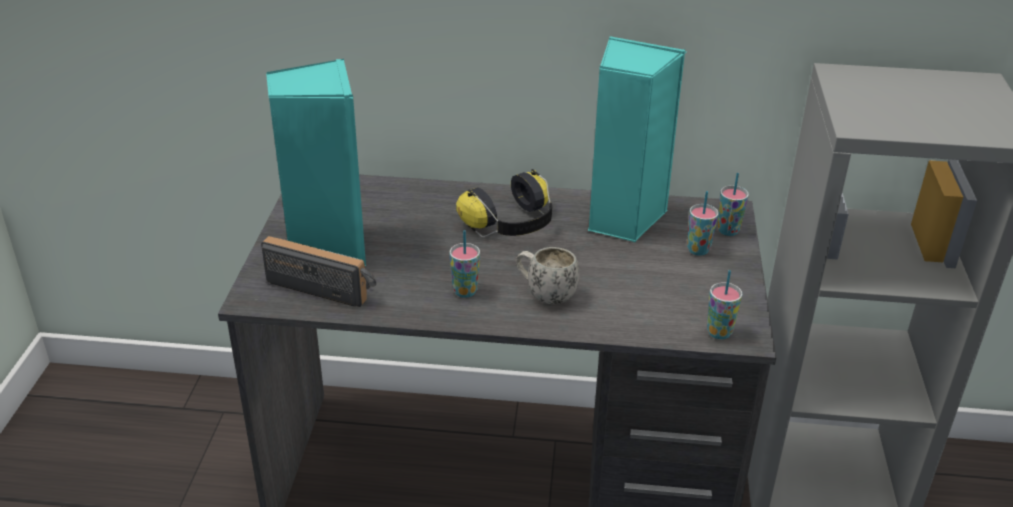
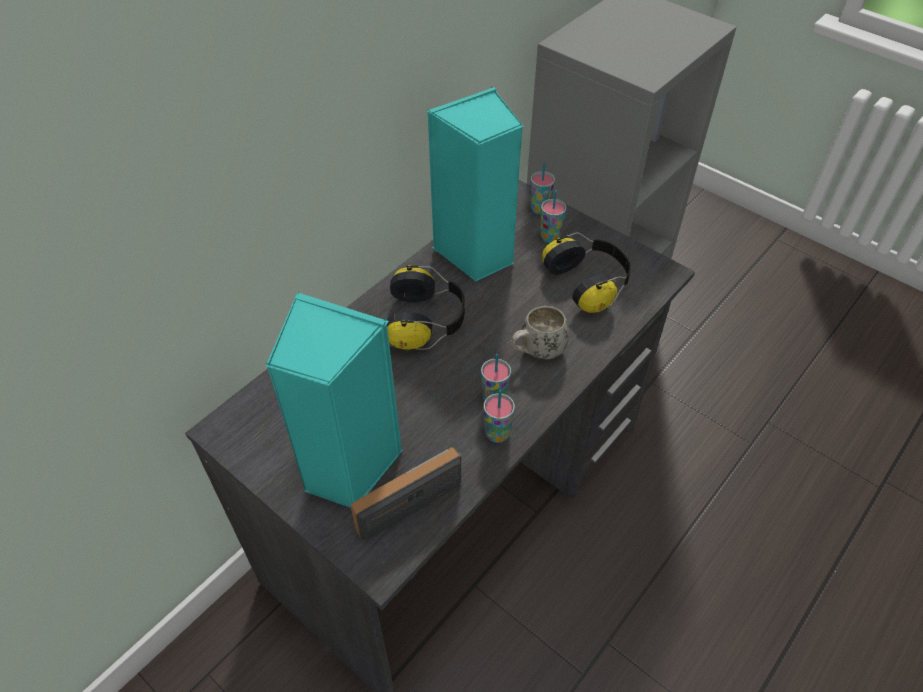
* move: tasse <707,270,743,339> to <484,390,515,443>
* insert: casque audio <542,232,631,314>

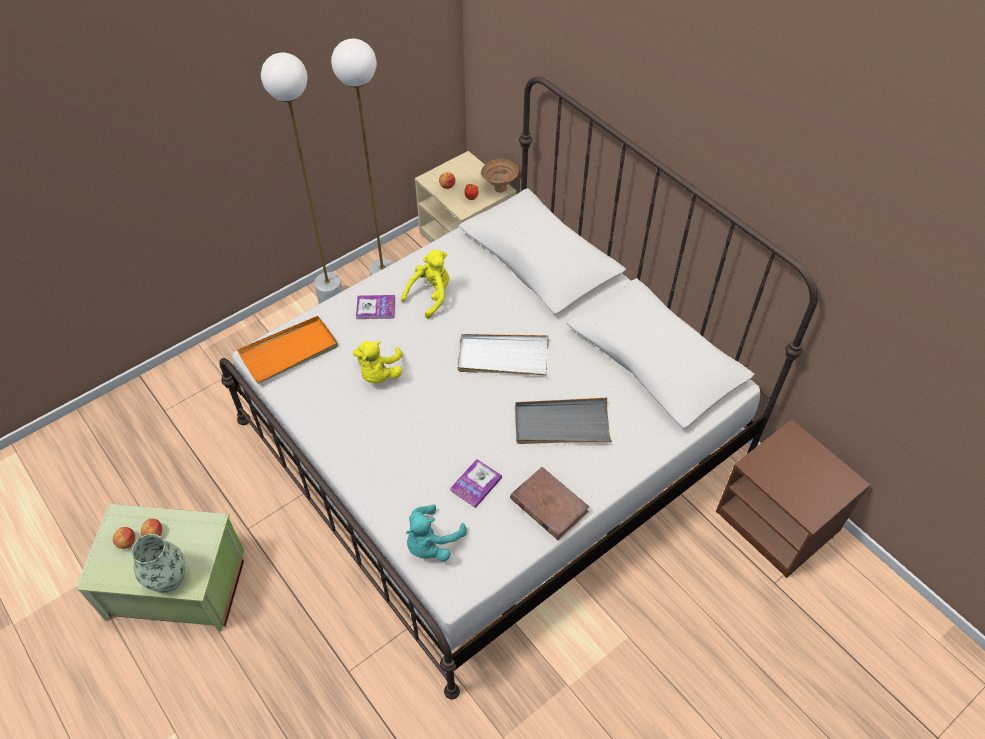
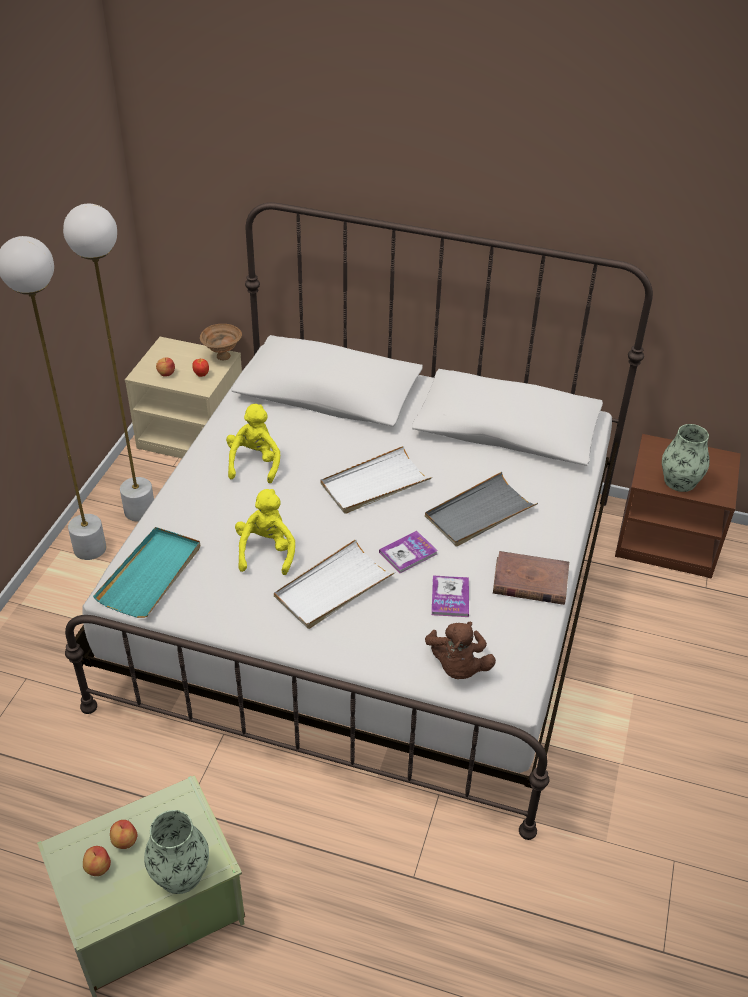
* recolor: plateau [orange] <237,316,338,384> to plateau [turquoise] <93,527,200,618>
* rotate: peluche [jaune] <353,341,403,383> = <235,489,295,575> 150 degrees counterclockwise
* move: livre <356,295,395,319> to <379,531,438,573>
* recolor: peluche [turquoise] <406,504,467,562> to peluche [marron] <425,622,496,679>
* insert: plateau [blanc] <274,539,395,629>
* insert: vase <662,424,709,492>

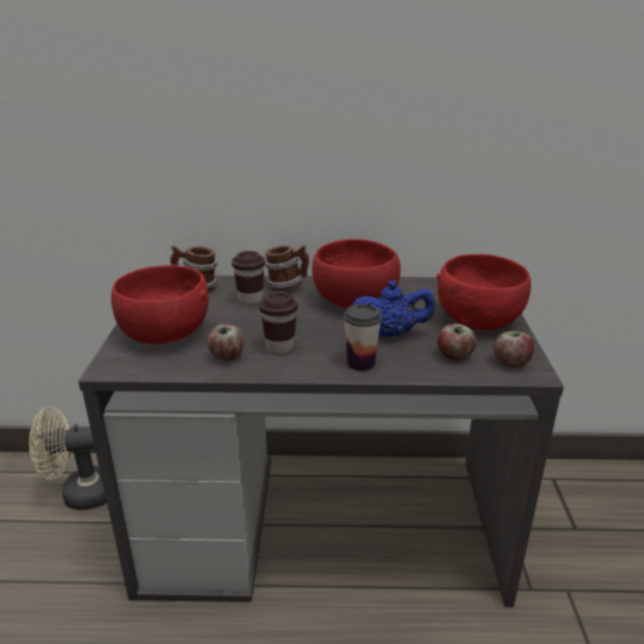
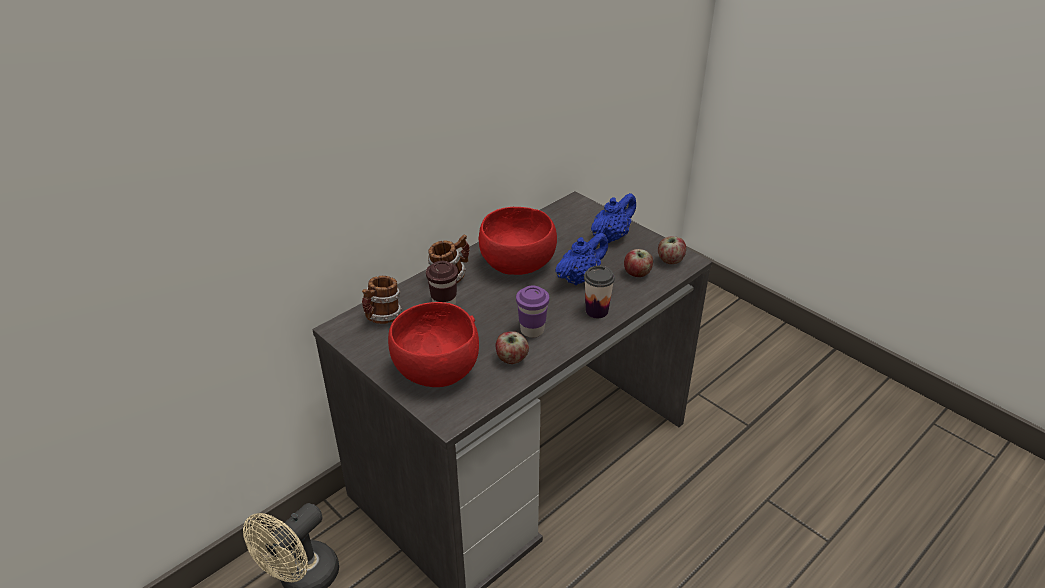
* recolor: tasse [marron] <259,292,298,354> to tasse [violet] <516,286,549,338>
* replace: bol [rouge] <436,254,531,330> to théière [bleu] <591,193,636,243>

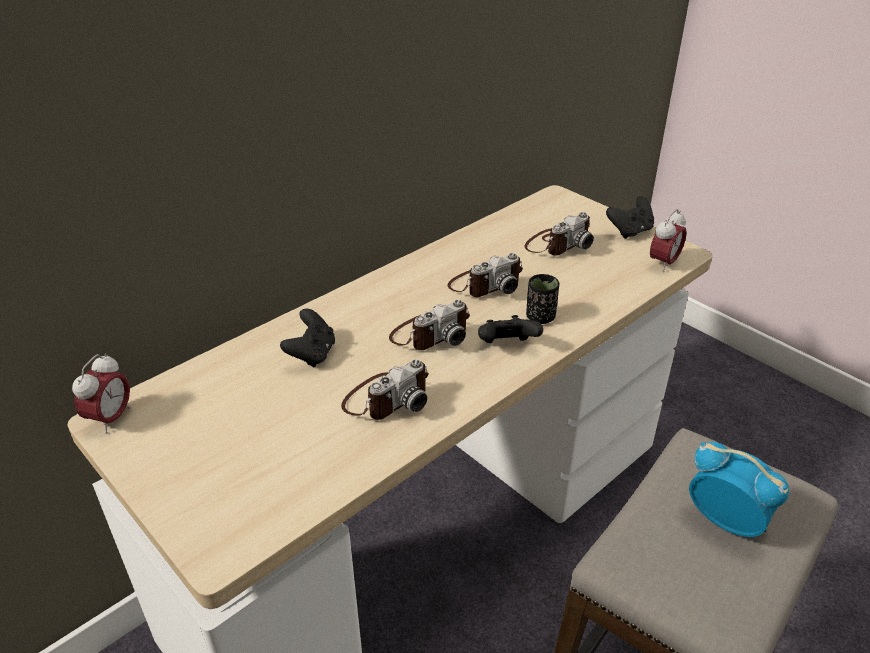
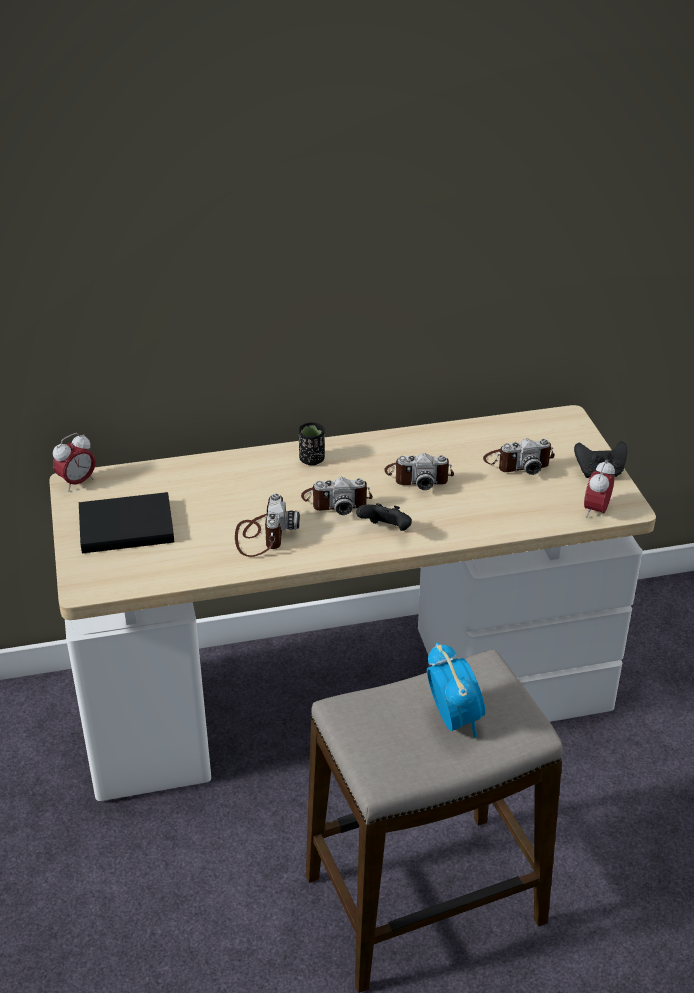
* delete: manette [noir] <280,309,335,367>
* rotate: appareil photo <341,359,429,420> = <235,494,300,557> 75 degrees counterclockwise
* move: tasse [noir] <526,274,559,324> to <299,422,325,465>
* rotate: réveil <650,209,687,272> = <584,460,615,518> 135 degrees clockwise
* insert: livre [noir] <79,492,175,553>

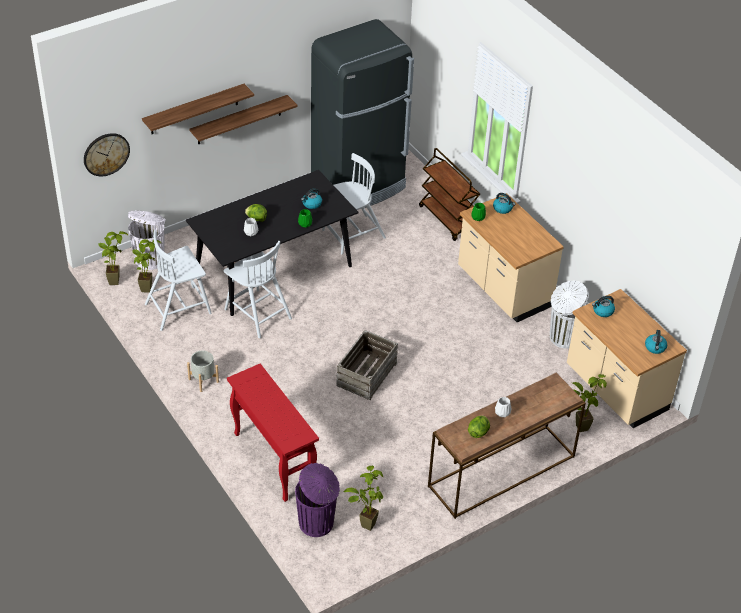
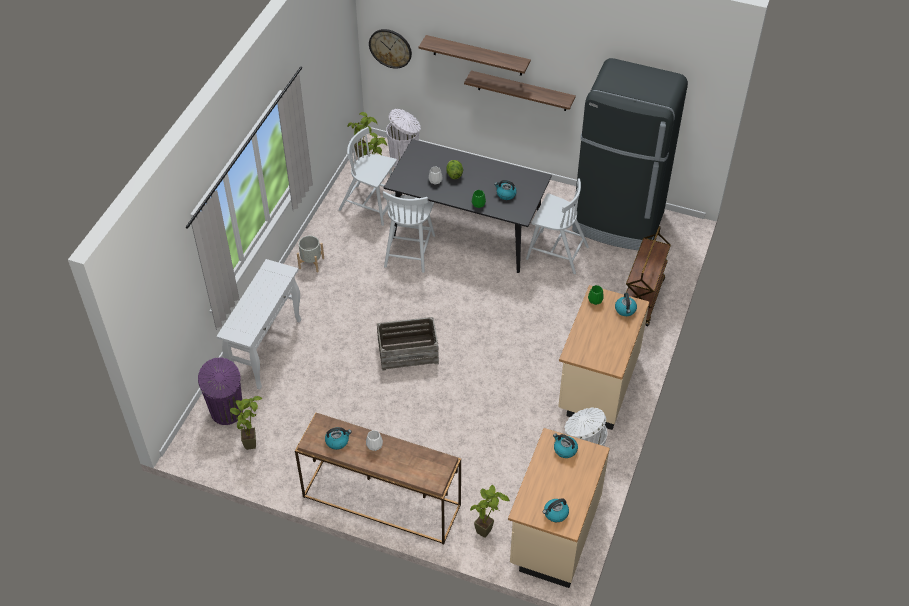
* recolor: table console [rouge] <227,363,319,502> to table console [blanc] <216,259,301,390>
* replace: laitue <468,415,490,438> to bouilloire <325,427,352,450>

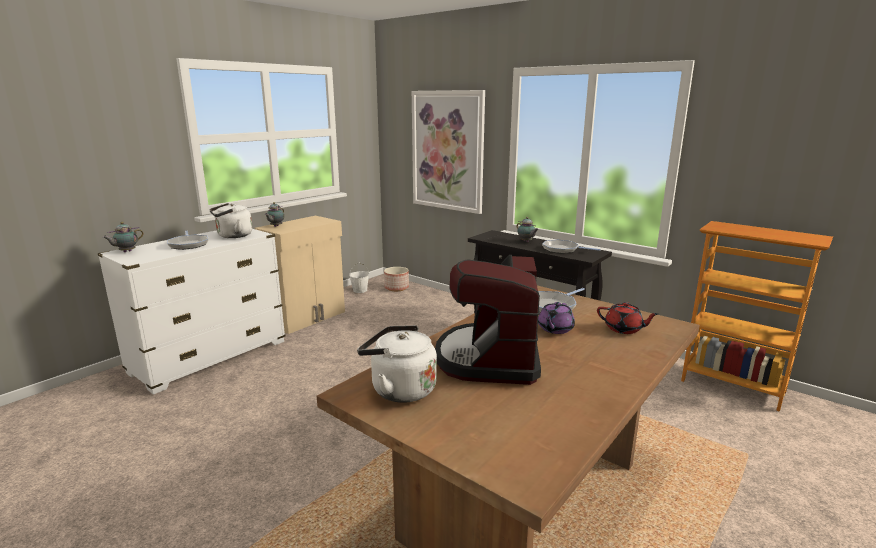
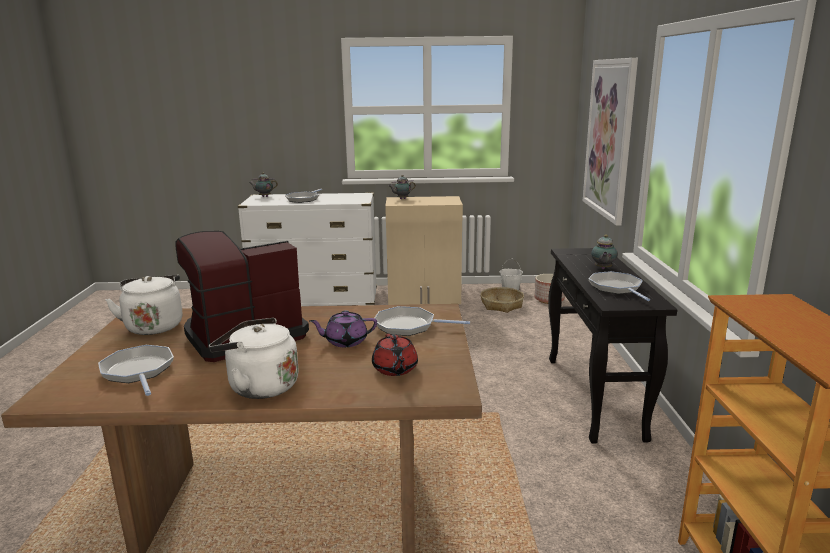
* move: bouilloire [blanc] <209,203,252,238> to <209,318,299,399>
* insert: poêle <98,345,174,396>
* insert: panier <480,287,524,313>

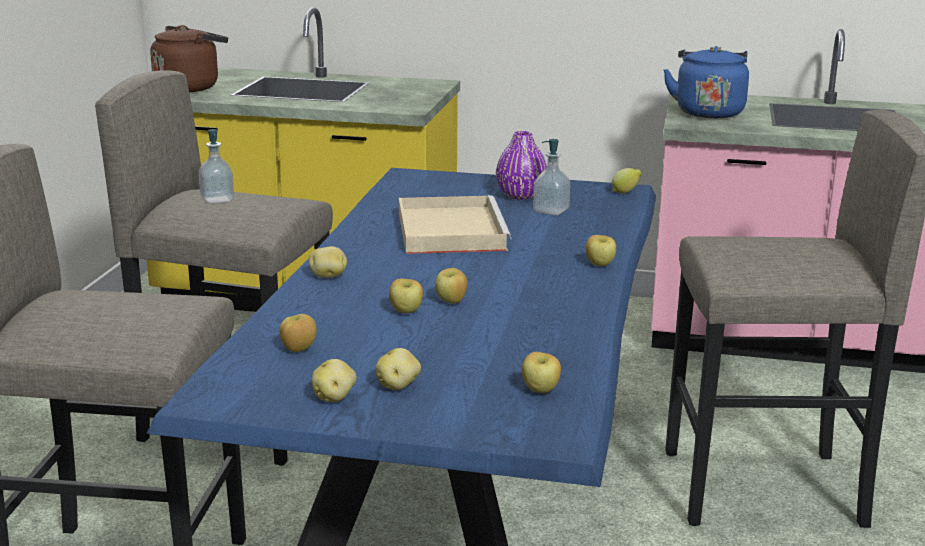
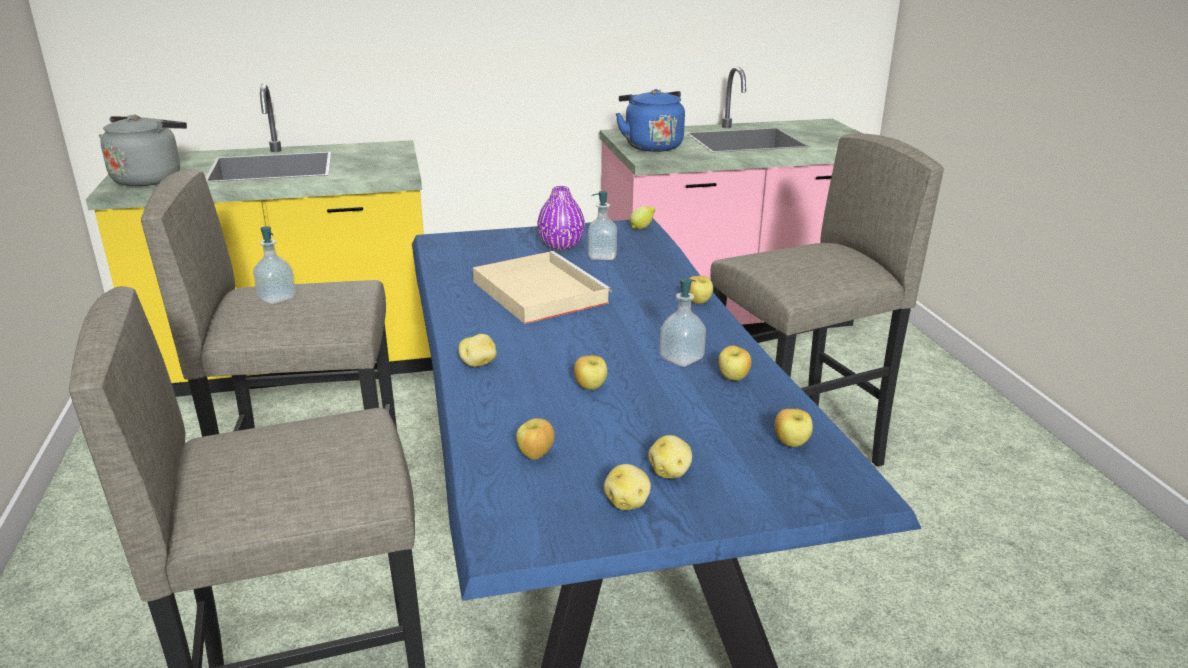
* recolor: bouilloire [marron] <150,25,228,92> to bouilloire [gris] <99,115,187,186>
* move: pomme <435,268,467,304> to <718,345,752,381>
* insert: distributeur de savon <660,278,706,367>

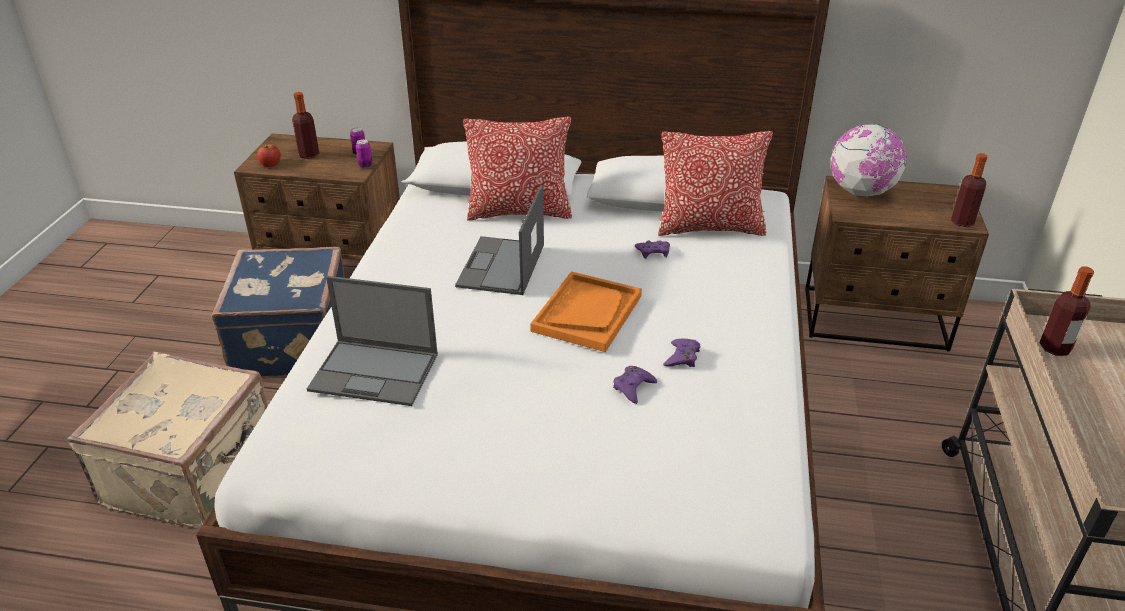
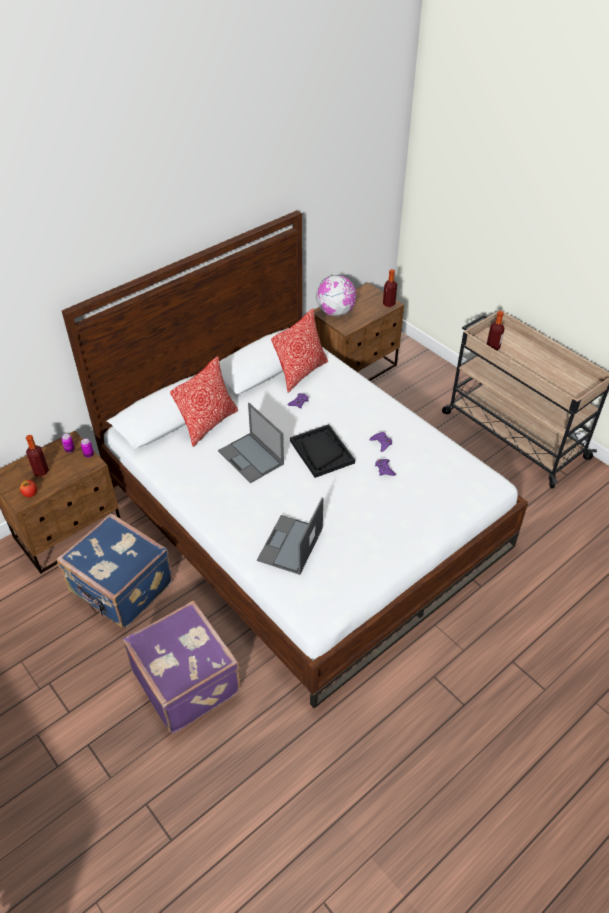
* recolor: valise [beige] <67,352,267,529> to valise [violet] <123,600,241,733>
* rotate: ordinateur portable <307,276,438,406> = <257,497,323,575> 150 degrees clockwise
* recolor: plateau [orange] <530,271,642,352> to plateau [noir] <290,424,355,478>

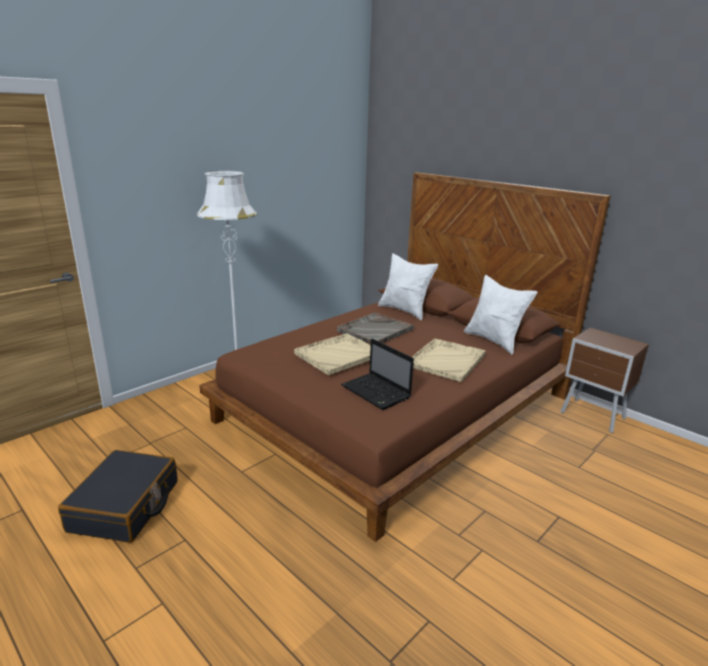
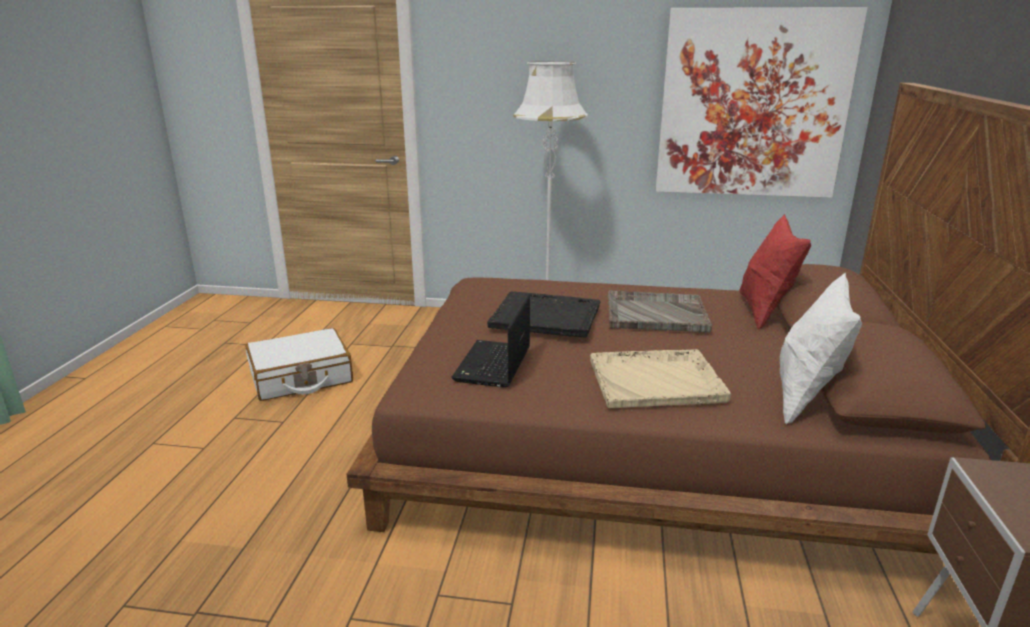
* recolor: valise [noir] <58,450,178,543> to valise [blanc] <245,328,353,401>
* recolor: plateau [beige] <294,333,371,375> to plateau [noir] <487,291,600,338>
* recolor: coussin [blanc] <378,253,438,320> to coussin [rouge] <739,214,811,330>
* insert: tableau <656,7,868,198>

